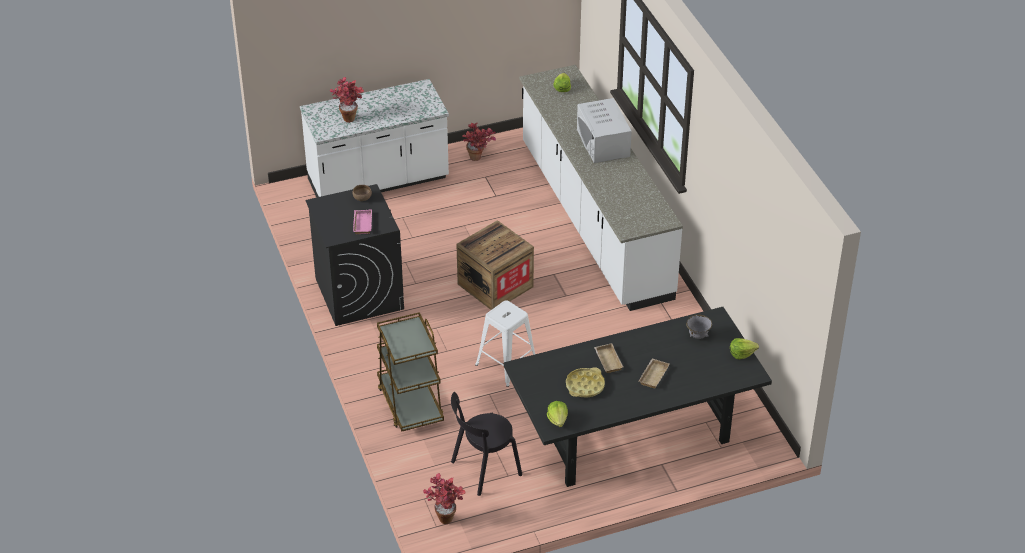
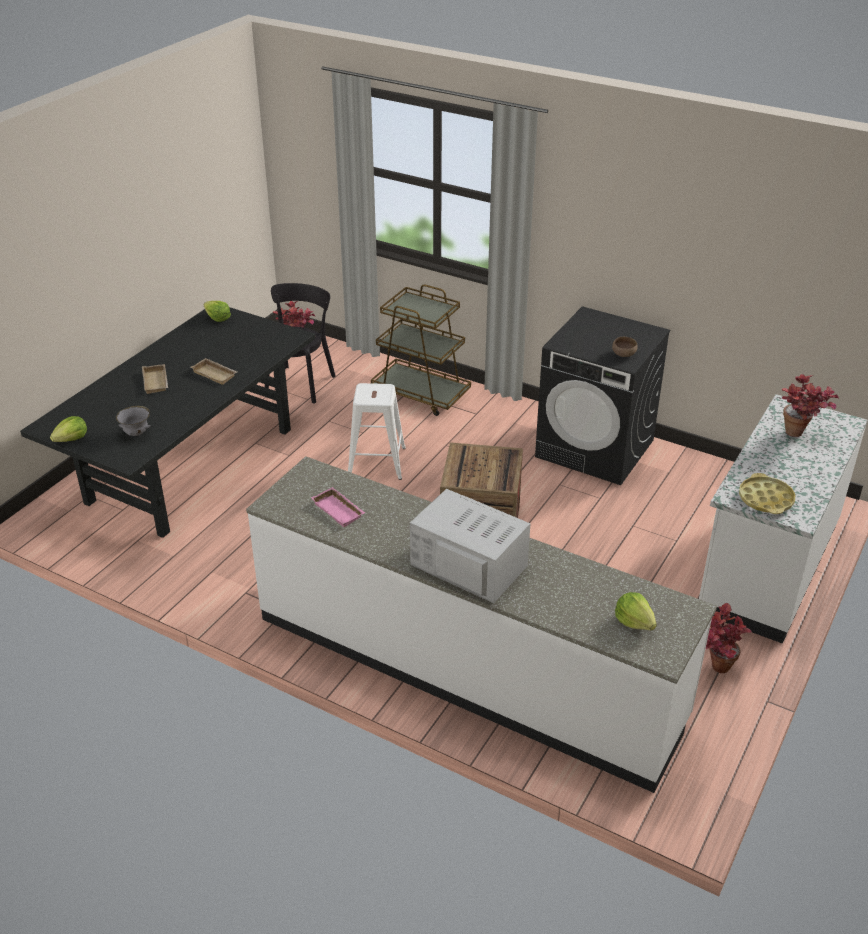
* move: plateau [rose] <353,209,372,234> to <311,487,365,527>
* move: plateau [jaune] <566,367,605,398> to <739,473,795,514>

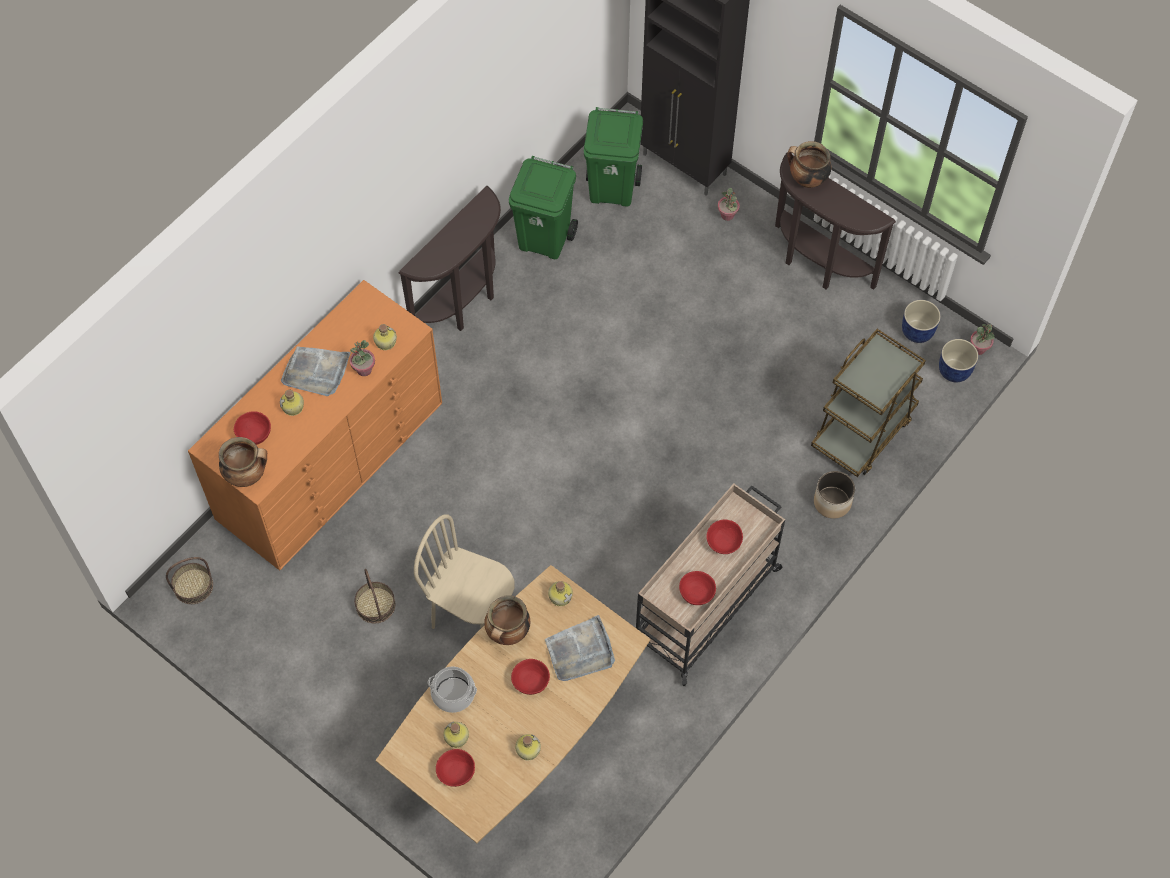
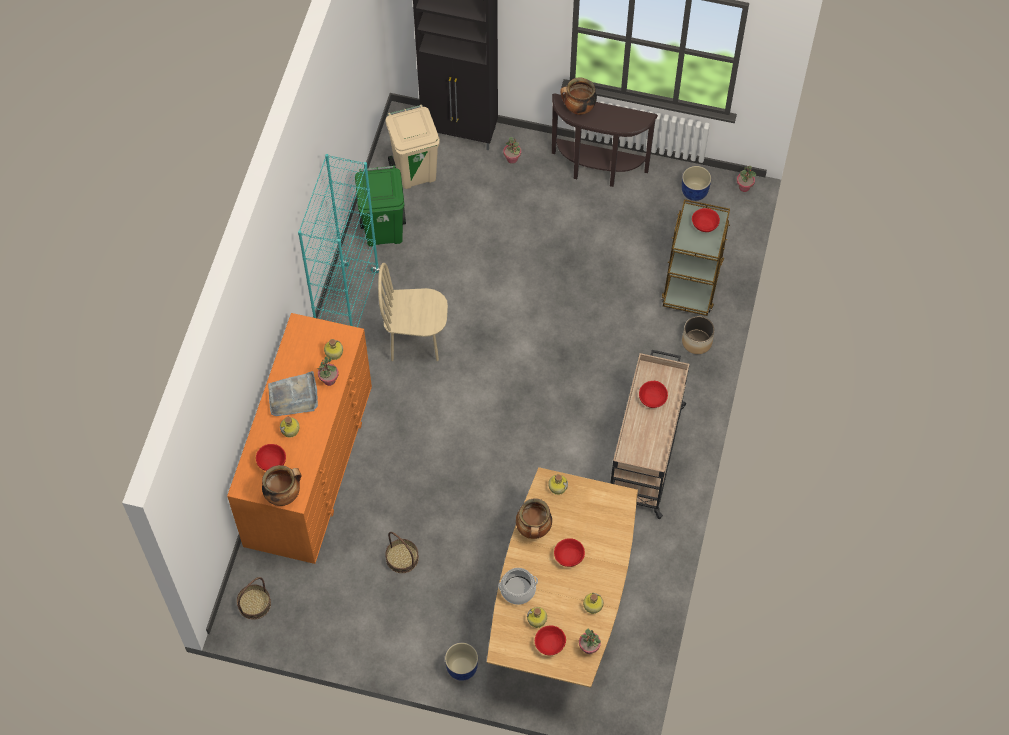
* replace: table console [marron] <398,186,501,331> to bibliothèque [turquoise] <298,154,380,326>
* move: chaise [beige] <414,514,515,629> to <378,263,448,361>
* delete: plateau [gris] <545,615,615,681>
* recolor: poubelle [vert] <583,107,643,207> to poubelle [beige] <386,104,440,189>
* move: bol [rouge] <679,571,716,605> to <692,208,720,232>
* move: cache-pot [bleu] <939,339,978,383> to <445,643,478,681>
* insert: plante en pot <579,629,601,654>

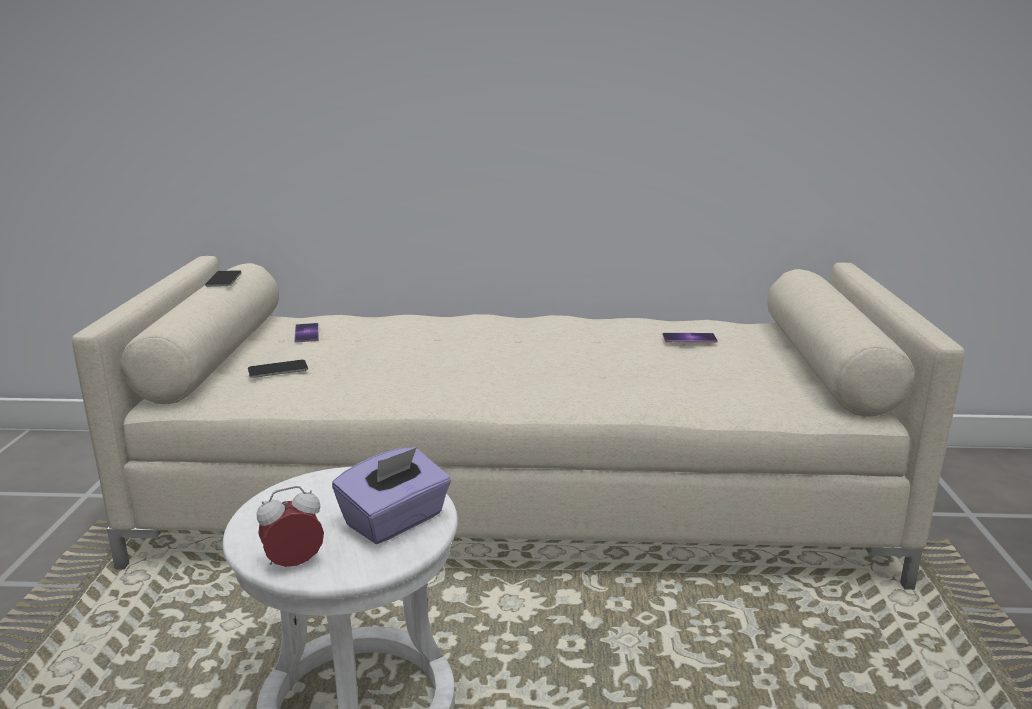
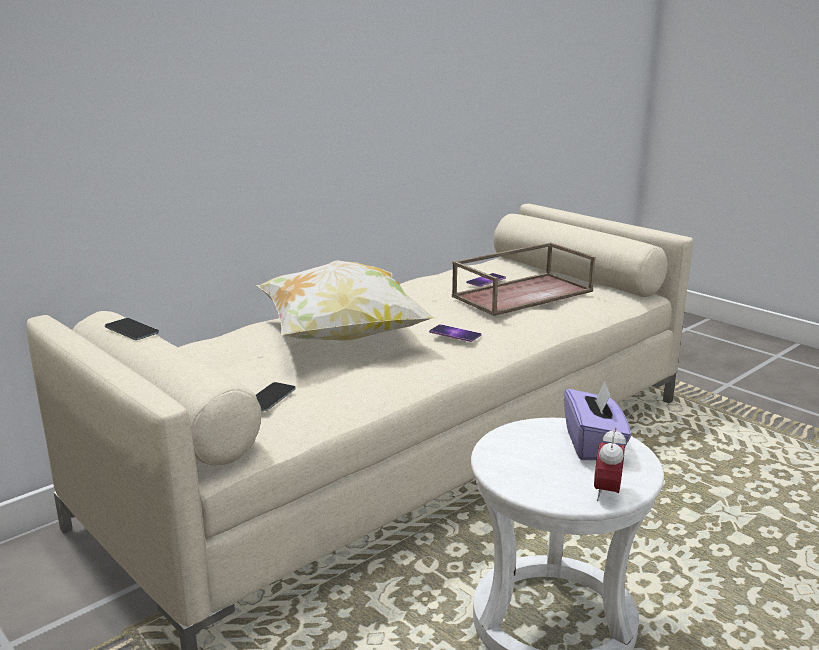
* move: téléphone <294,323,319,343> to <429,324,482,342>
* insert: coussin <256,260,435,340>
* insert: plateau [marron] <452,242,596,316>

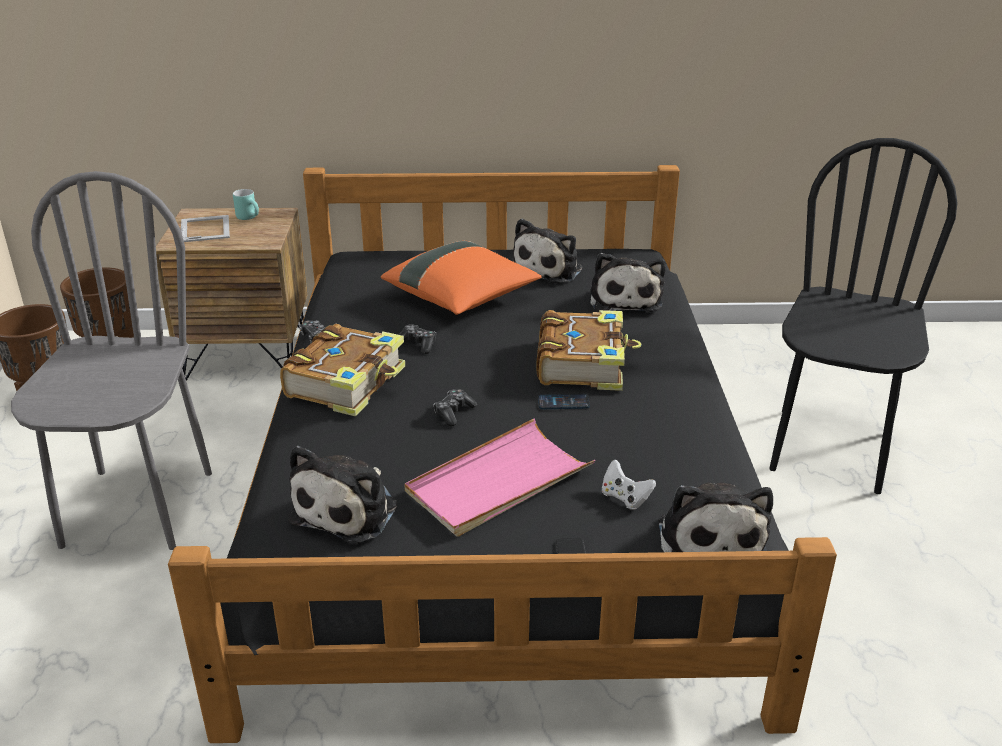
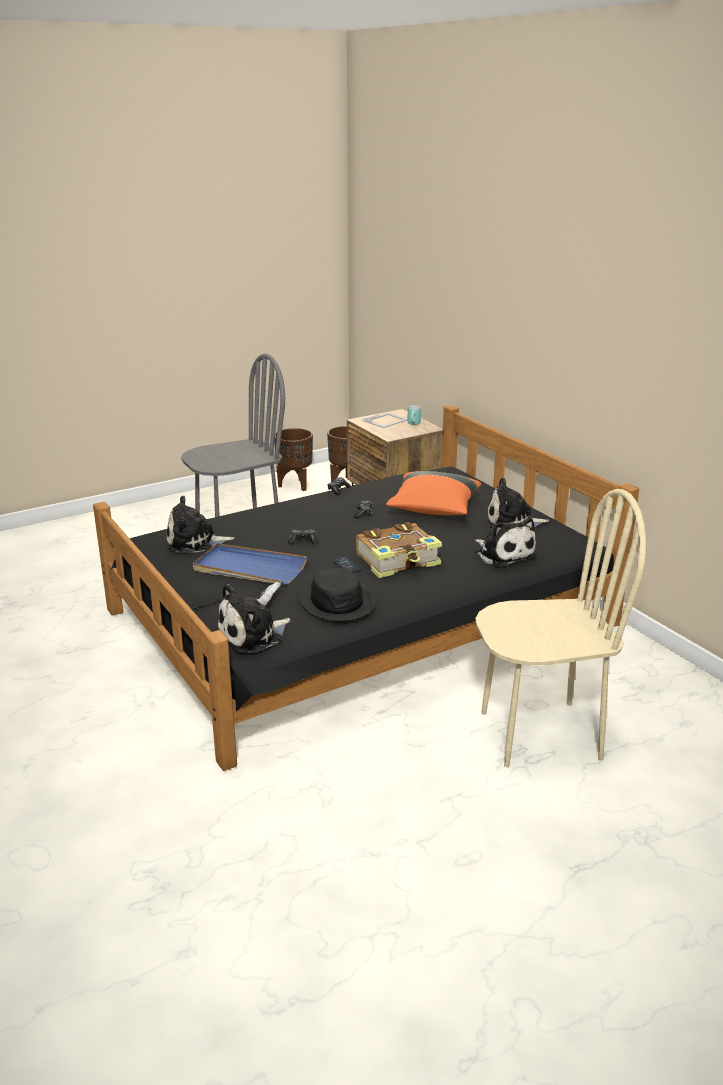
* delete: livre <280,324,405,417>
* recolor: plateau [rose] <404,418,595,536> to plateau [bleu] <193,543,308,585>
* rotate: peluche <590,253,666,312> = <475,518,537,568> 90 degrees counterclockwise
* recolor: chaise [noir] <769,138,957,494> to chaise [beige] <475,489,646,768>
* insert: chapeau [noir] <298,568,376,621>

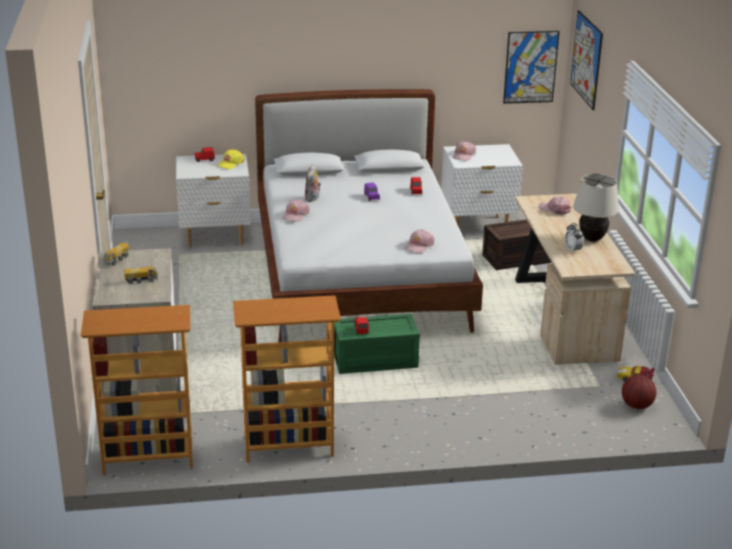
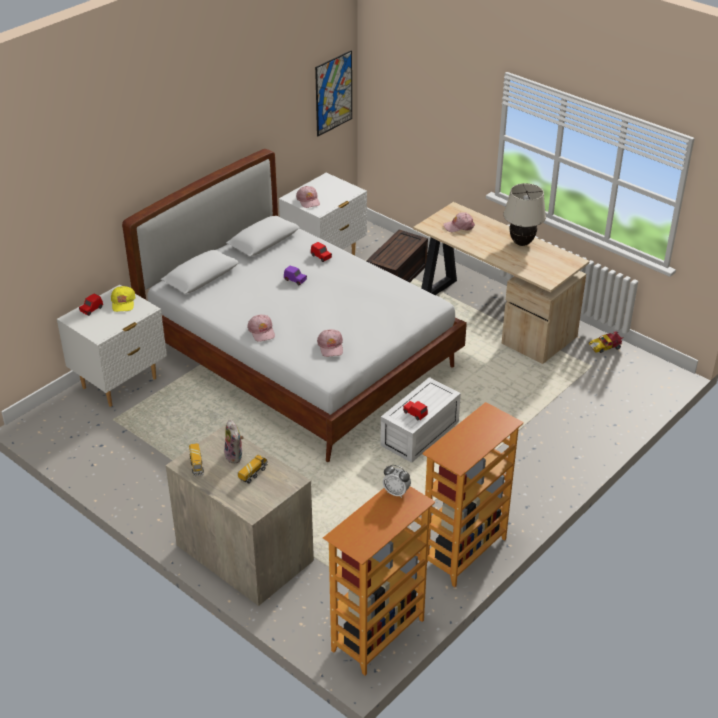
* move: peluche <305,165,321,202> to <224,420,244,463>
* recolor: boîte de rangement [vert] <334,314,420,374> to boîte de rangement [blanc] <380,377,461,463>
* move: casquette [rose] <404,229,434,253> to <317,329,343,357>
* move: réveil <565,223,584,253> to <383,465,411,498>
* delete: tableau <570,10,603,110>
* delete: ballon de basket <622,375,656,409>

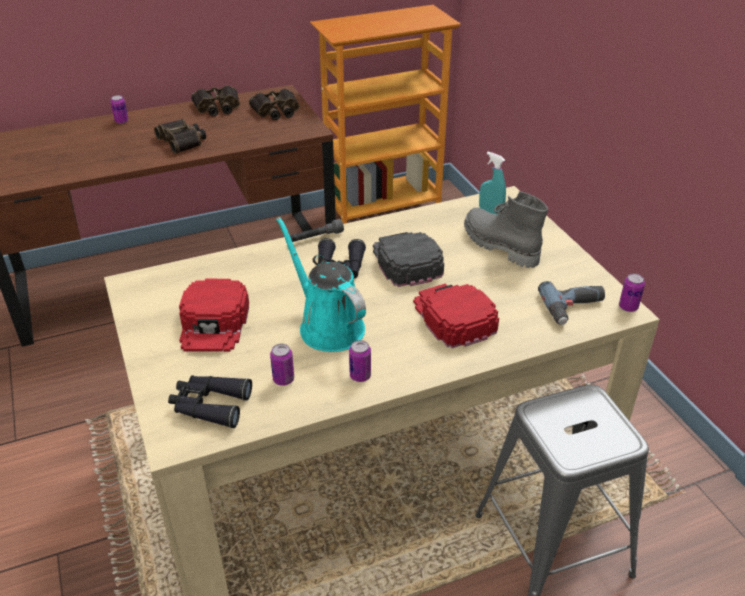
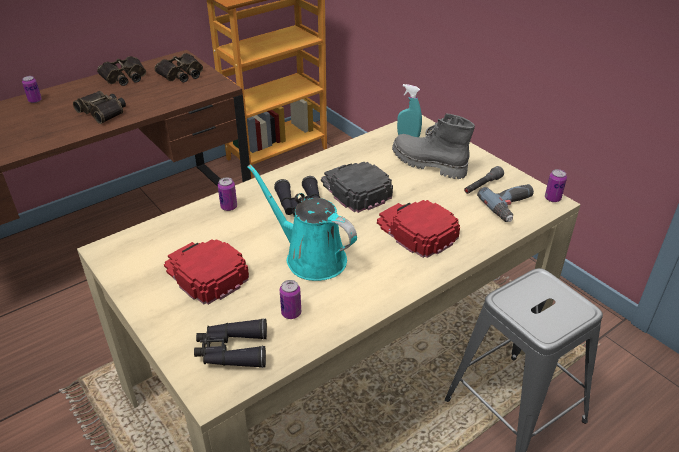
* rotate: casquette [rouge] <179,279,249,352> = <164,239,249,305> 150 degrees clockwise
* move: lampe de poche [gris] <290,219,344,242> to <464,166,504,194>
* move: boîte métallique <349,340,371,382> to <218,177,237,211>

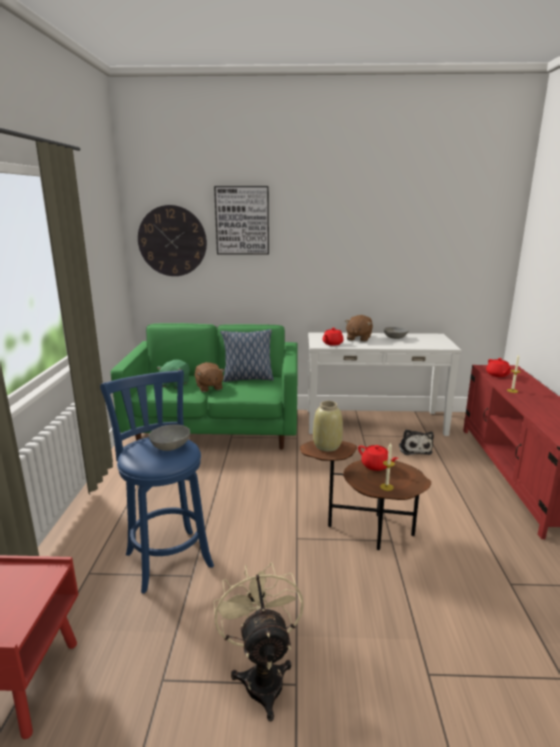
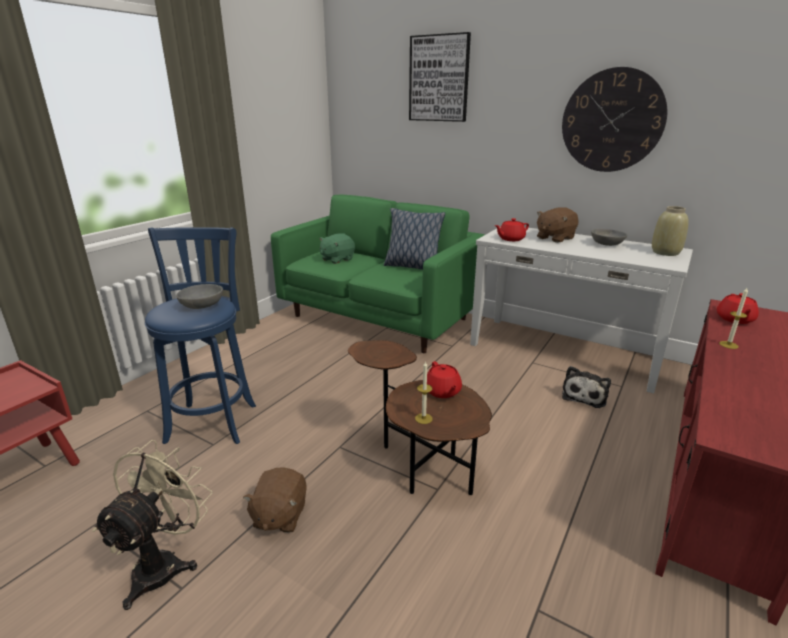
* move: horloge murale <138,205,207,276> to <562,67,667,172>
* move: peluche [marron] <195,362,225,392> to <243,467,307,533>
* move: vase [beige] <313,401,343,451> to <652,206,689,256>

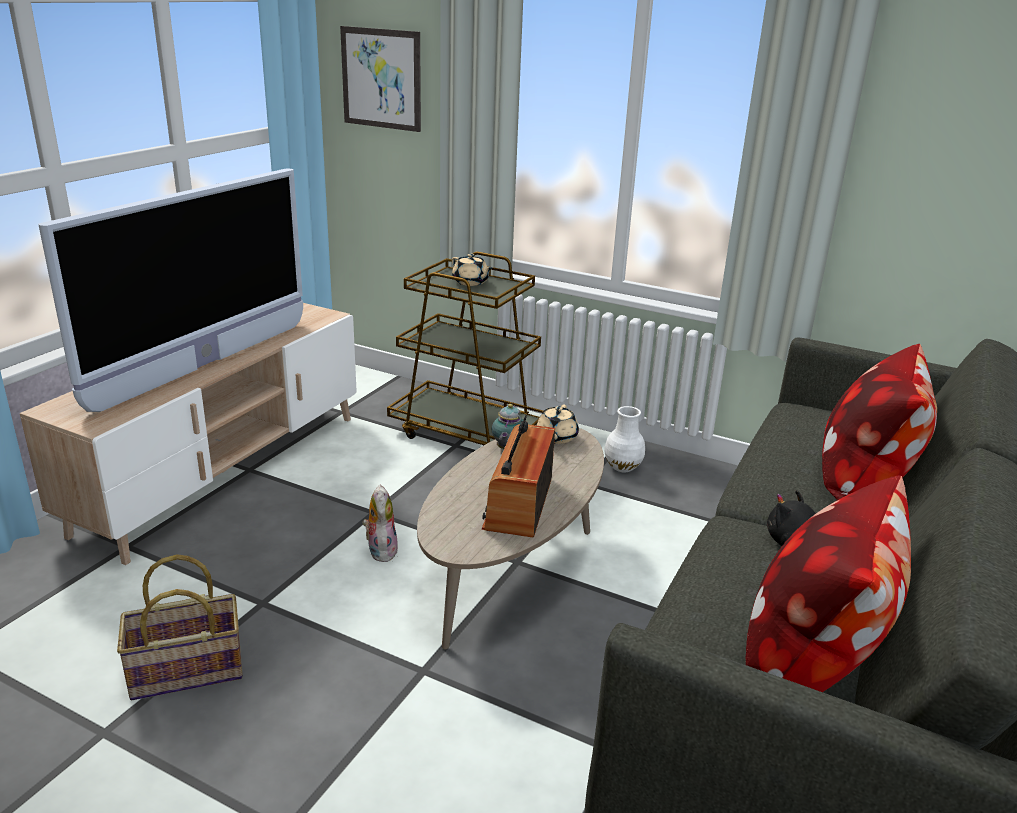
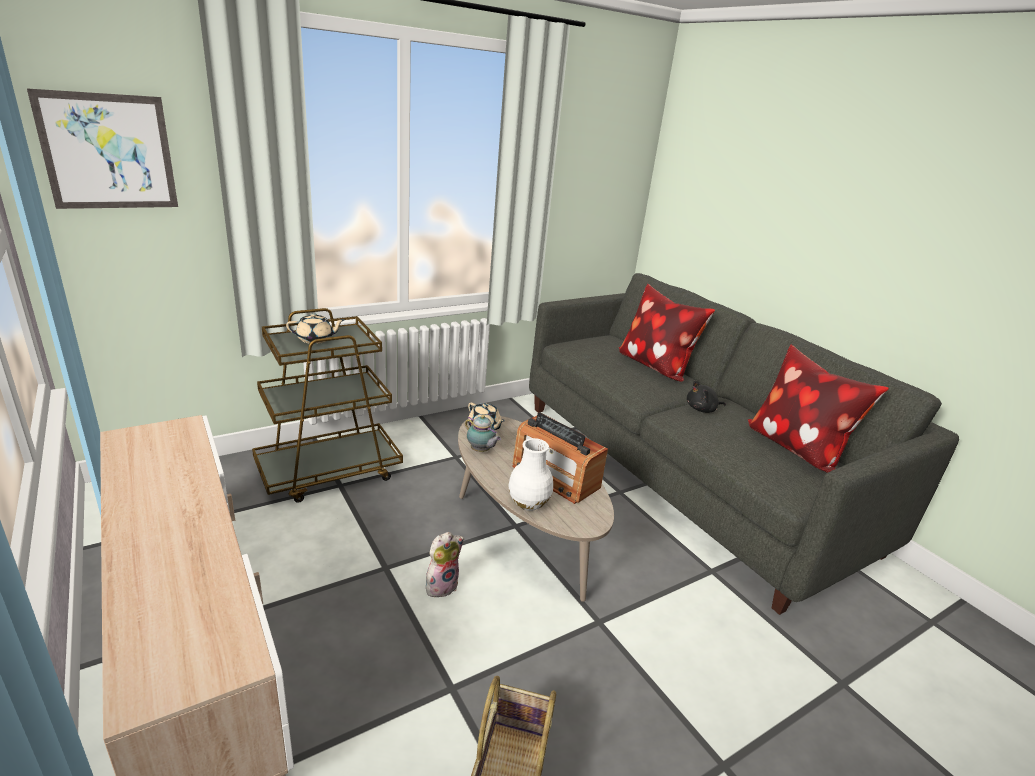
* delete: téléviseur <38,169,303,412>
* rotate: peluche <362,485,398,562> = <426,532,464,597> 120 degrees clockwise
* move: vase [blanc] <604,406,645,472> to <508,438,553,511>

